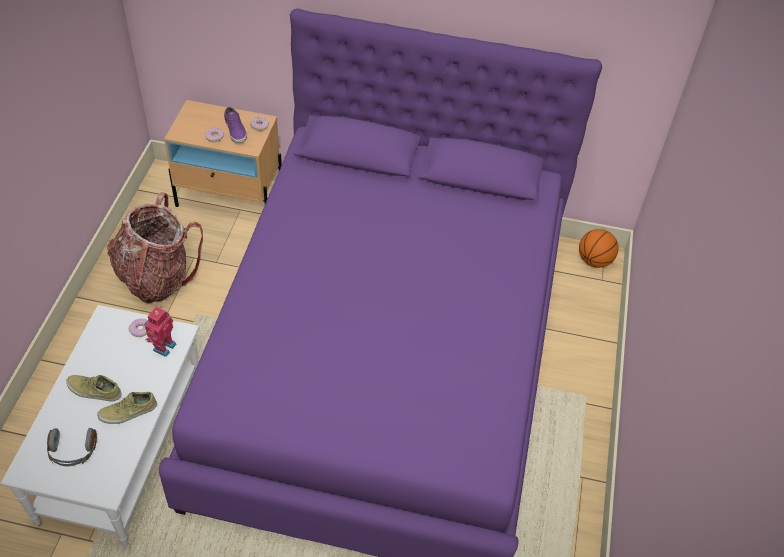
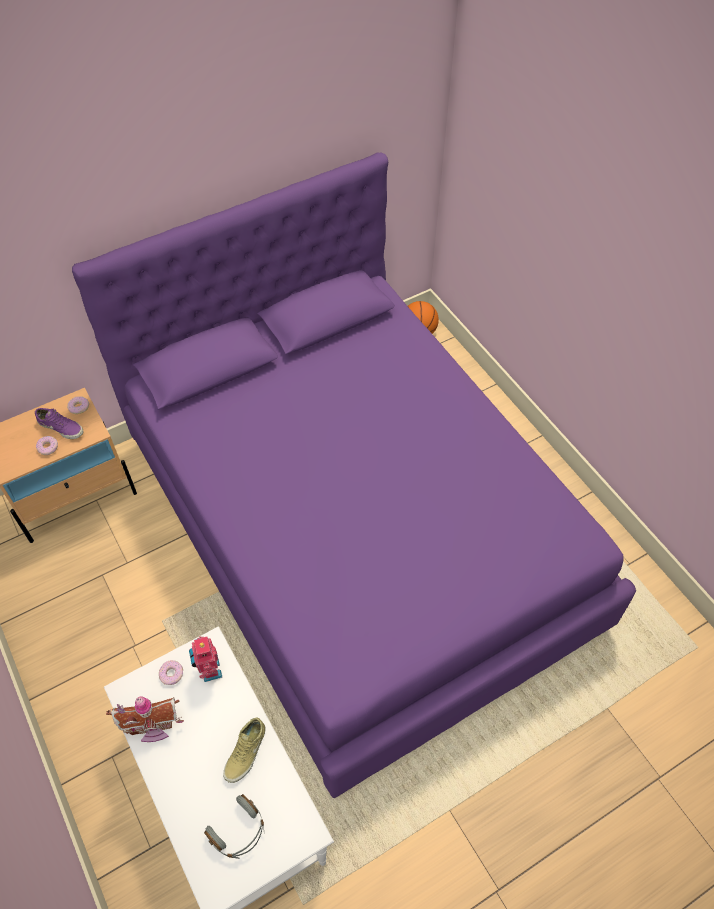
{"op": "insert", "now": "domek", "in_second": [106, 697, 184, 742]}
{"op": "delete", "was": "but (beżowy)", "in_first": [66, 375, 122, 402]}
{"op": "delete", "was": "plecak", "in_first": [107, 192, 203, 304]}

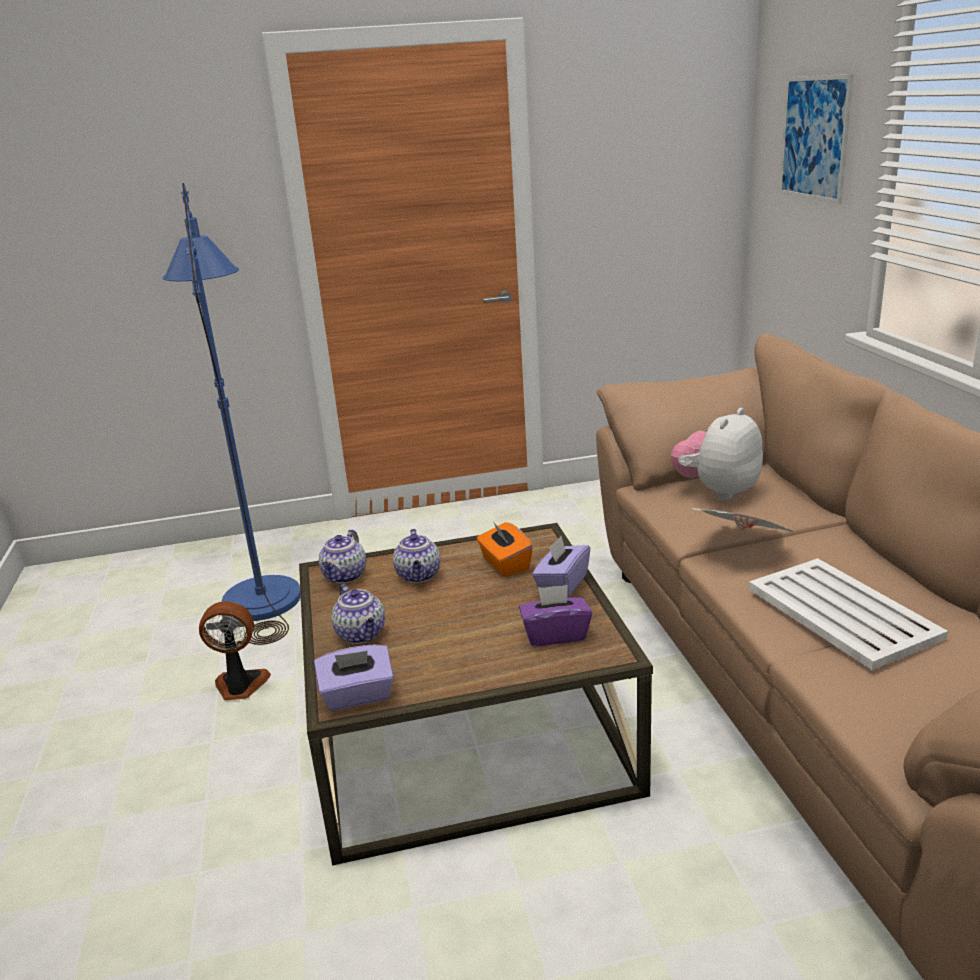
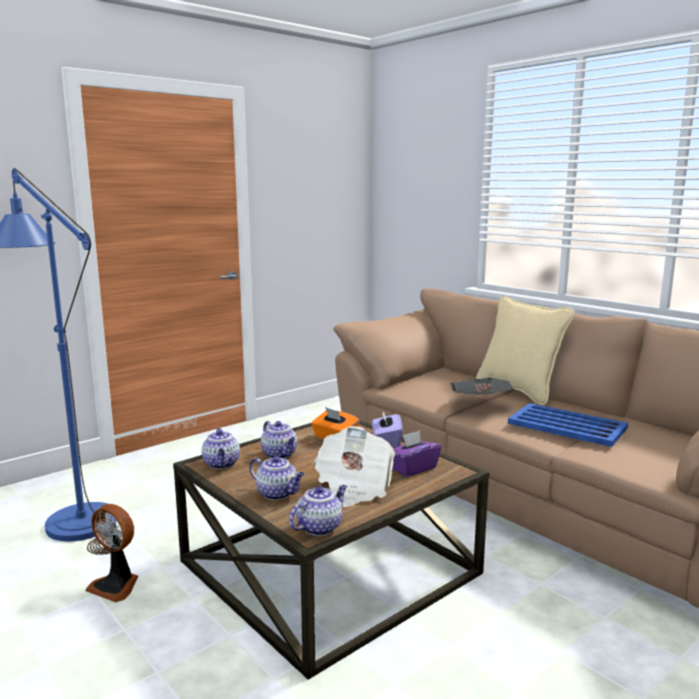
{"op": "rotate", "was": "wentylator", "in_first": [199, 601, 271, 700], "in_second": [85, 504, 138, 602], "clockwise": -120}
{"op": "replace", "was": "pudełko chusteczek (fioletowy)", "now": "imbryk", "in_first": [314, 645, 394, 711], "in_second": [289, 485, 347, 536]}
{"op": "insert", "now": "gazeta", "in_second": [314, 426, 395, 507]}
{"op": "insert", "now": "poduszka (beżowy)", "in_second": [476, 295, 574, 405]}
{"op": "recolor", "was": "taca (biały)", "now": "taca (niebieski)", "in_first": [749, 558, 948, 670], "in_second": [508, 403, 628, 447]}
{"op": "delete", "was": "pluszak", "in_first": [671, 408, 763, 500]}
{"op": "delete", "was": "obraz", "in_first": [779, 74, 854, 204]}

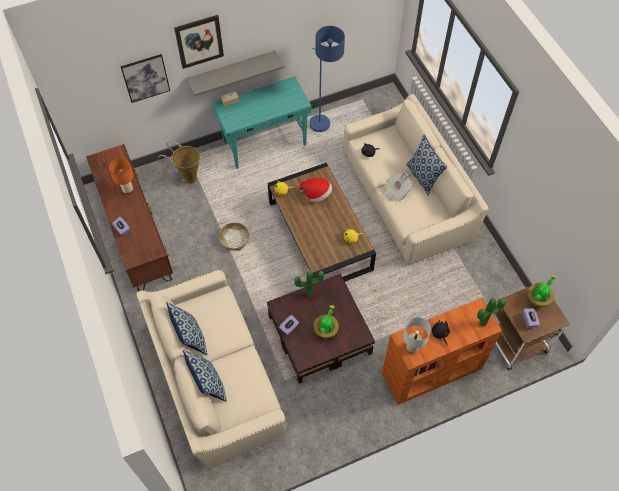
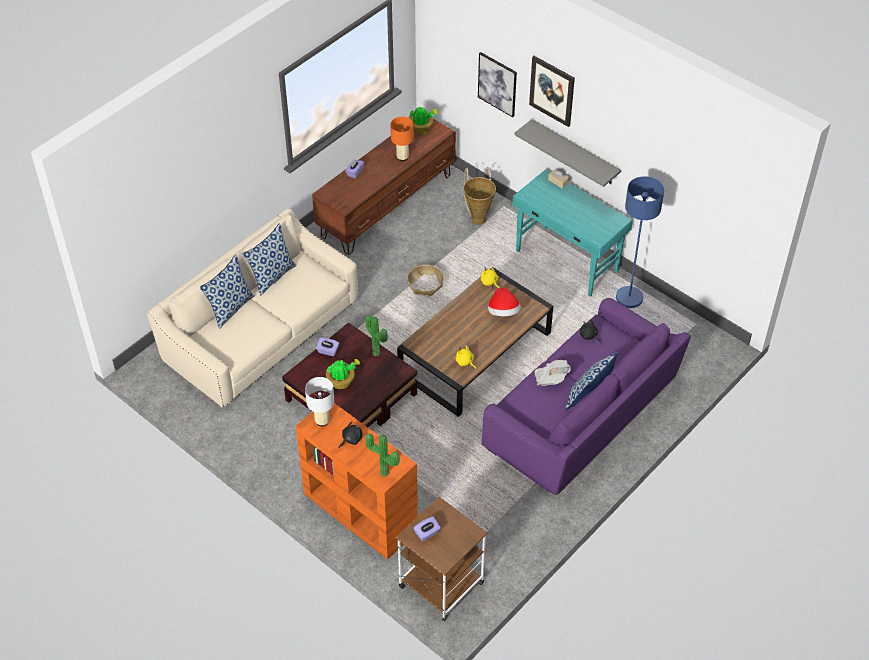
{"op": "move", "was": "roślina doniczkowa", "in_first": [528, 275, 556, 307], "in_second": [408, 107, 438, 134]}
{"op": "recolor", "was": "kanapa (beżowy)", "now": "kanapa (fioletowy)", "in_first": [343, 94, 489, 265], "in_second": [481, 298, 691, 495]}

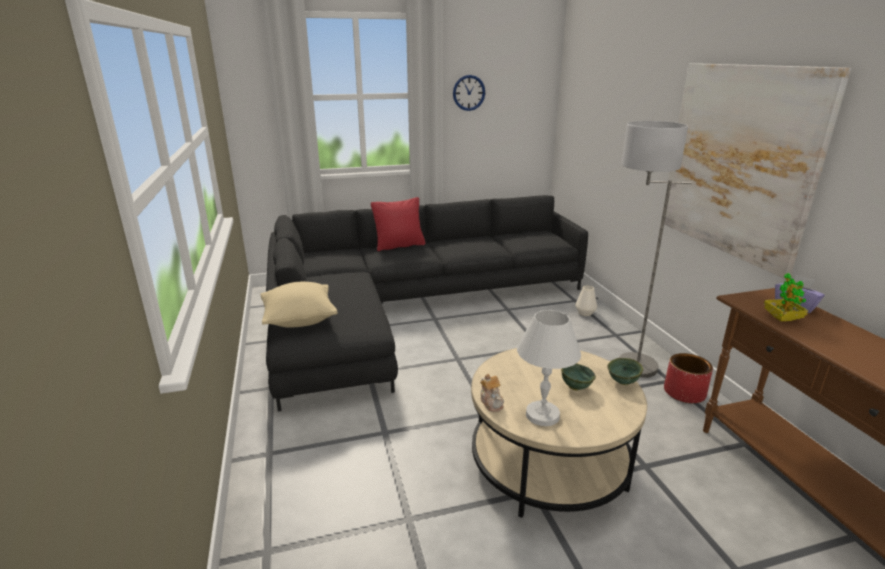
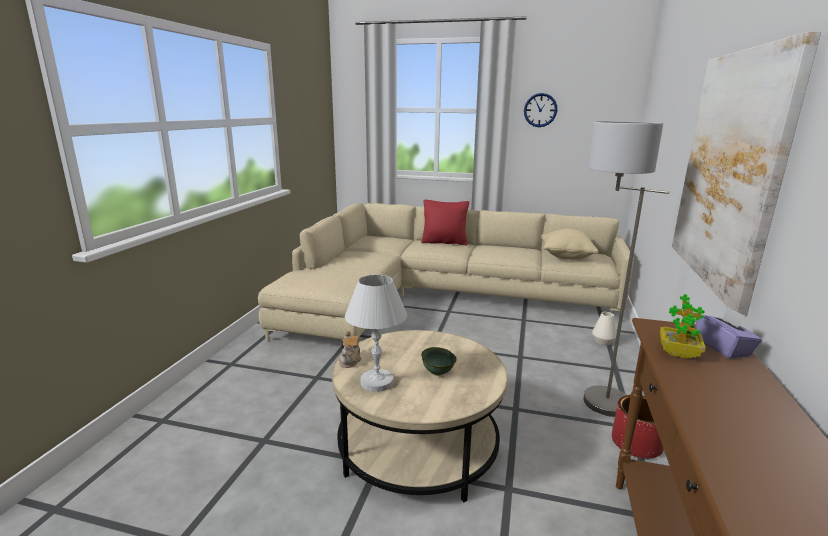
{"op": "recolor", "was": "kanapa (czarny)", "now": "kanapa (beżowy)", "in_first": [266, 195, 588, 411], "in_second": [258, 203, 634, 341]}
{"op": "move", "was": "poduszka (beżowy)", "in_first": [260, 282, 338, 328], "in_second": [541, 229, 598, 260]}
{"op": "delete", "was": "miska (zielony)", "in_first": [607, 358, 643, 385]}

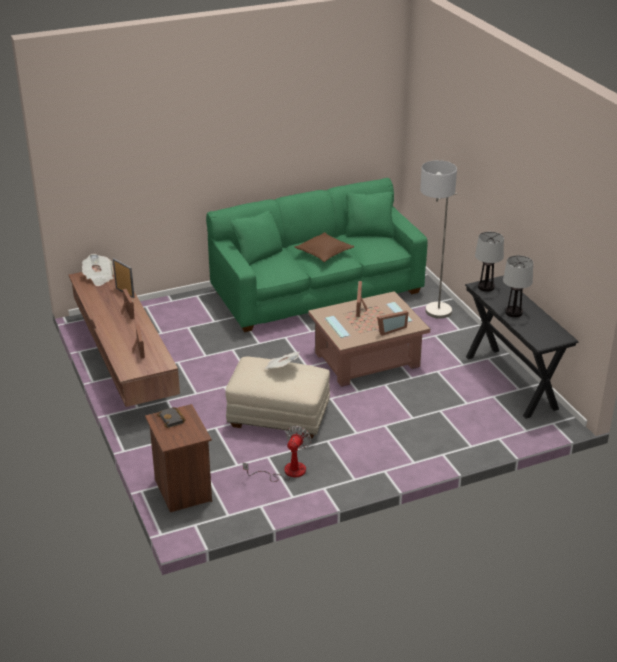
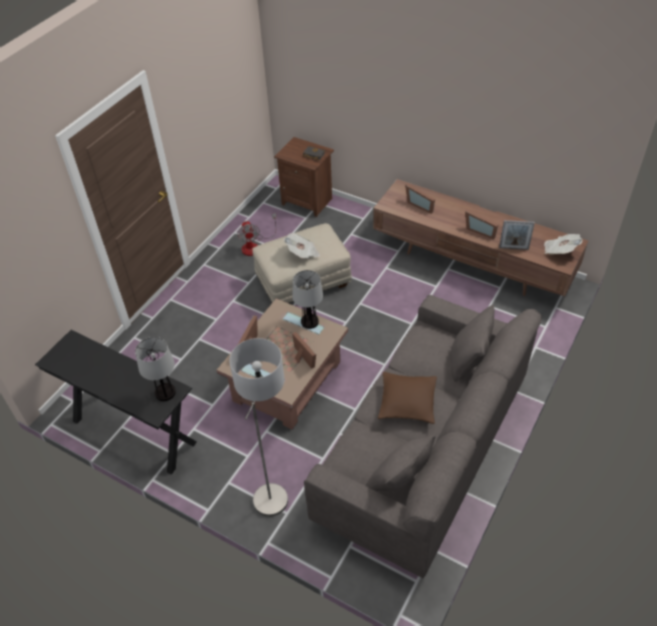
{"op": "move", "was": "lampa stołowa", "in_first": [503, 255, 533, 317], "in_second": [292, 270, 323, 329]}
{"op": "recolor", "was": "kanapa (zielony)", "now": "kanapa (szary)", "in_first": [206, 178, 428, 332], "in_second": [304, 295, 542, 578]}

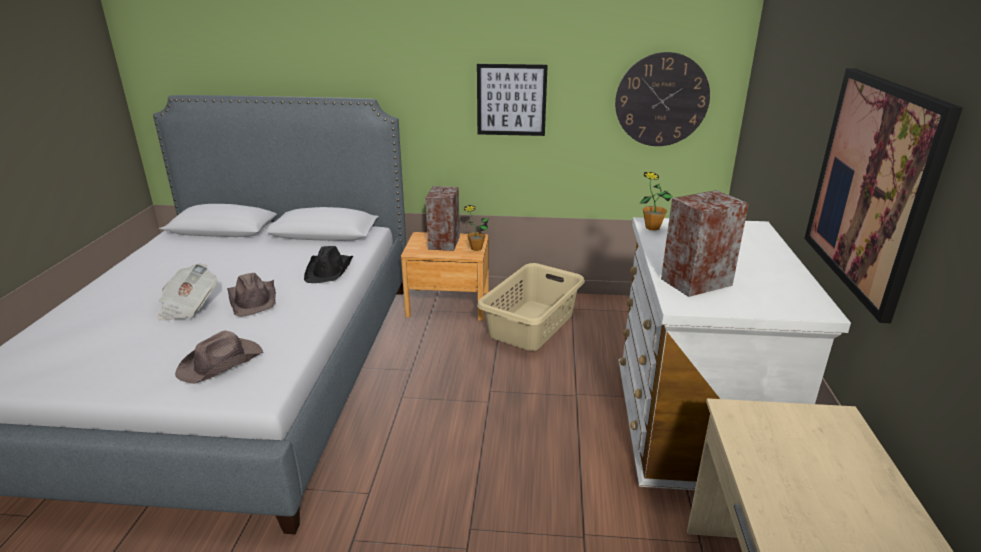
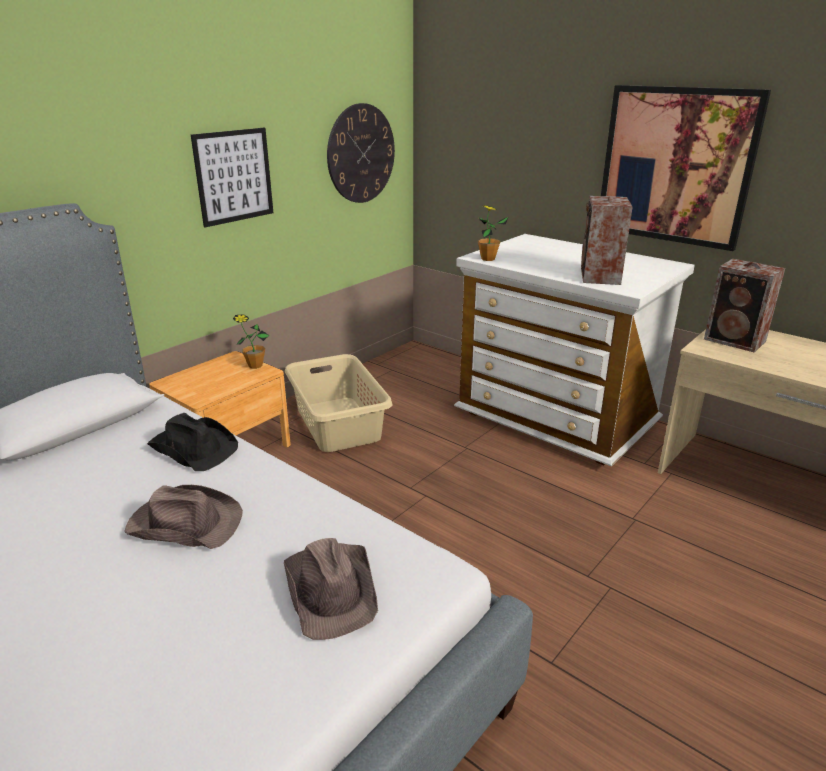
{"op": "move", "was": "głośnik", "in_first": [426, 186, 460, 251], "in_second": [704, 259, 785, 352]}
{"op": "delete", "was": "gazeta", "in_first": [157, 264, 217, 321]}

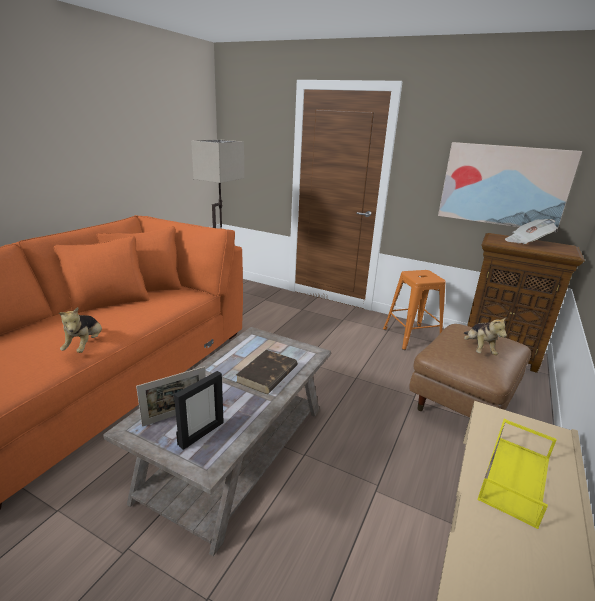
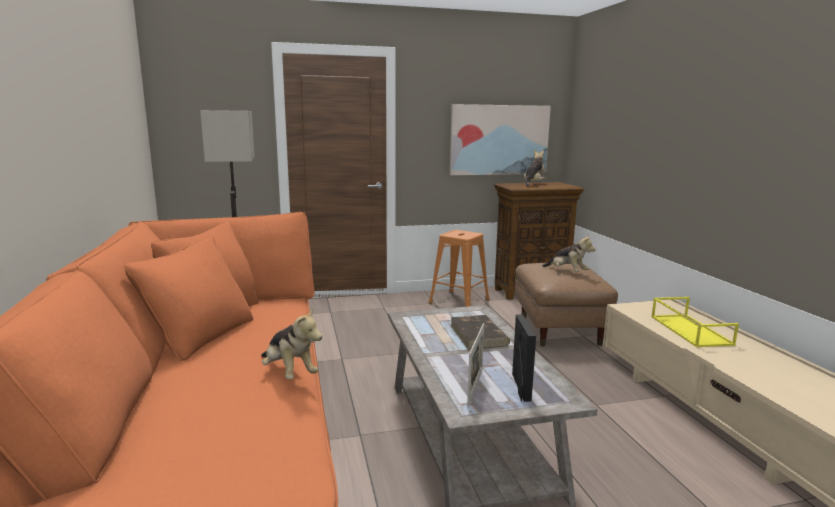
{"op": "replace", "was": "gazeta", "now": "pluszak", "in_first": [505, 219, 557, 244], "in_second": [524, 150, 547, 187]}

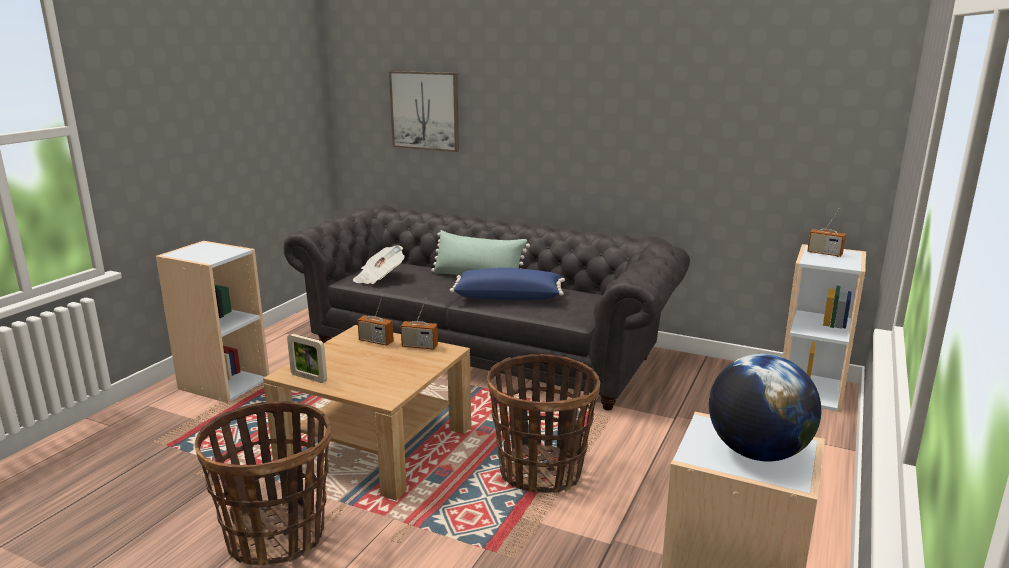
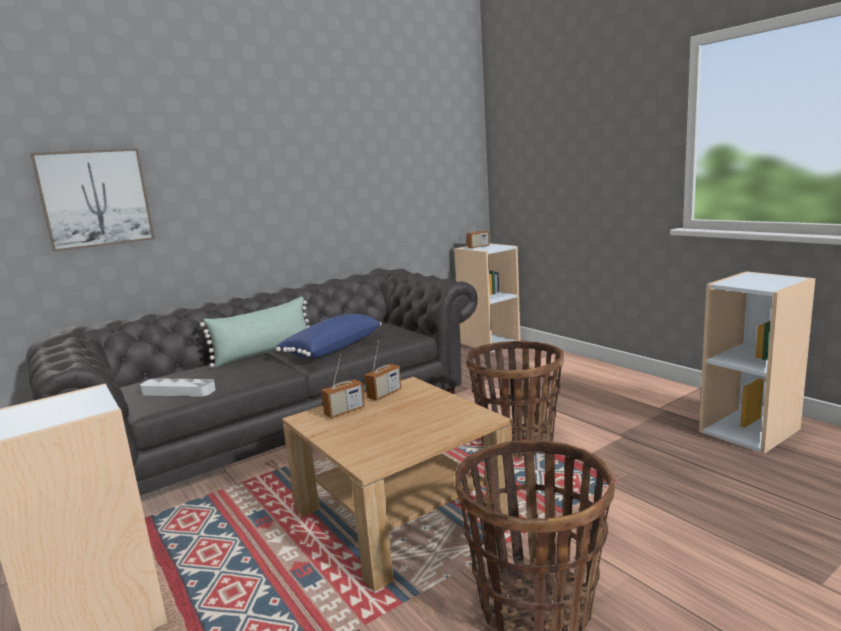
{"op": "replace", "was": "gazeta", "now": "taca (szary)", "in_first": [353, 245, 404, 284], "in_second": [140, 378, 216, 397]}
{"op": "delete", "was": "ramka na zdjęcie", "in_first": [287, 334, 327, 383]}
{"op": "delete", "was": "globus", "in_first": [709, 354, 821, 462]}

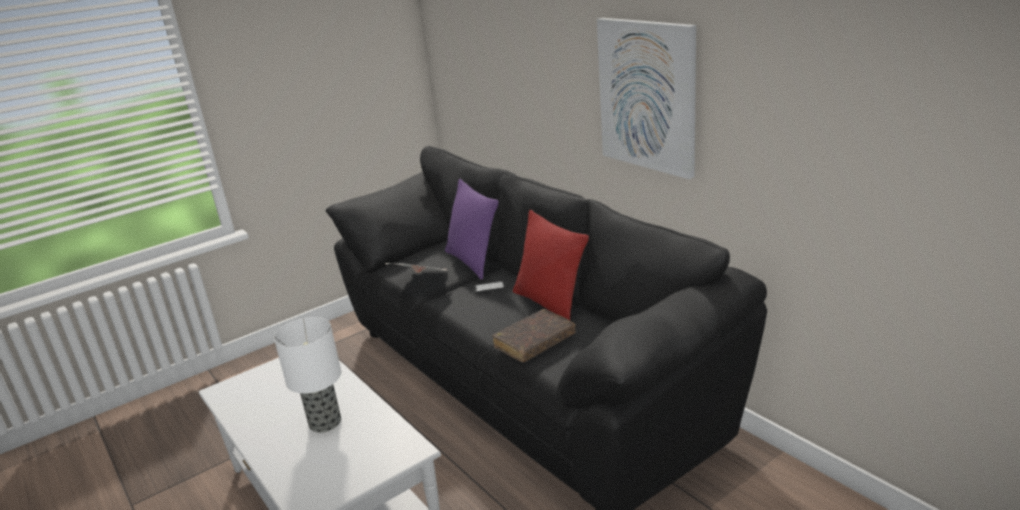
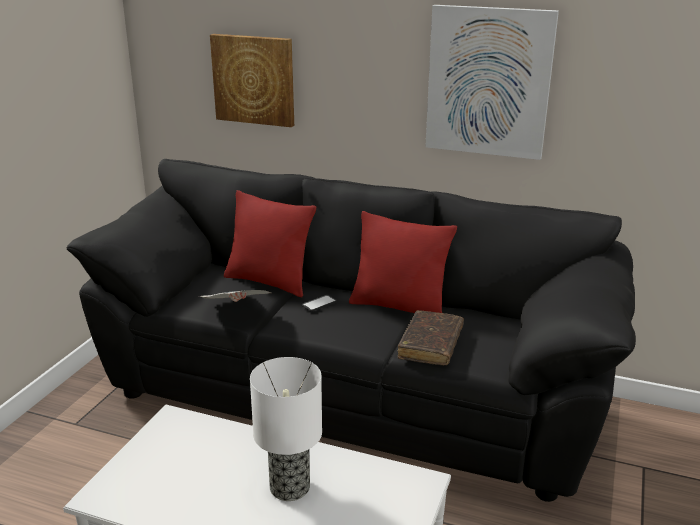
{"op": "insert", "now": "obraz", "in_second": [210, 34, 294, 127]}
{"op": "recolor", "was": "poduszka (fioletowy)", "now": "poduszka (czerwony)", "in_first": [445, 178, 498, 279], "in_second": [224, 190, 316, 297]}

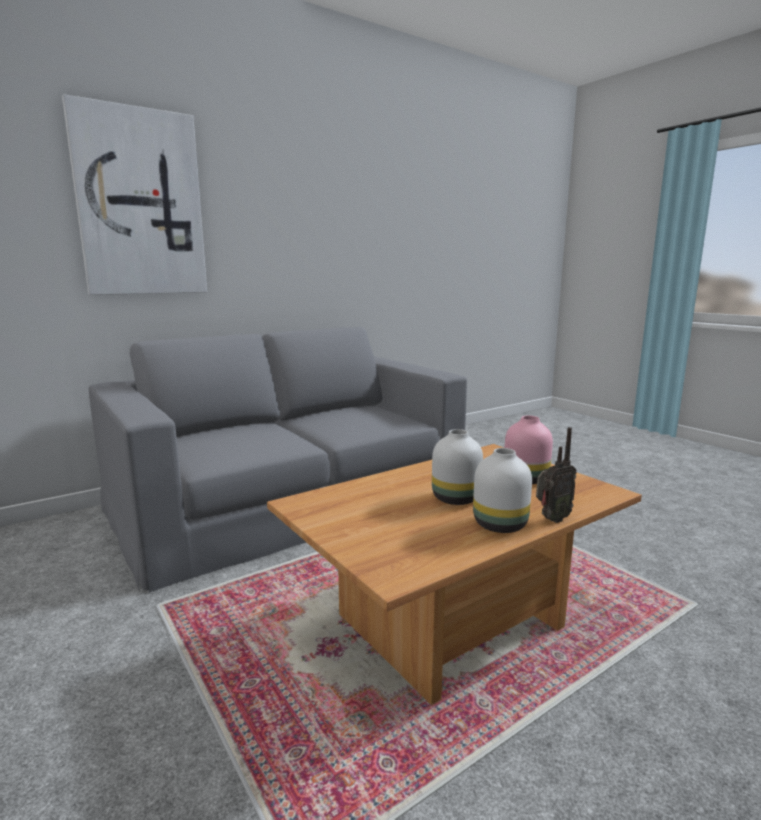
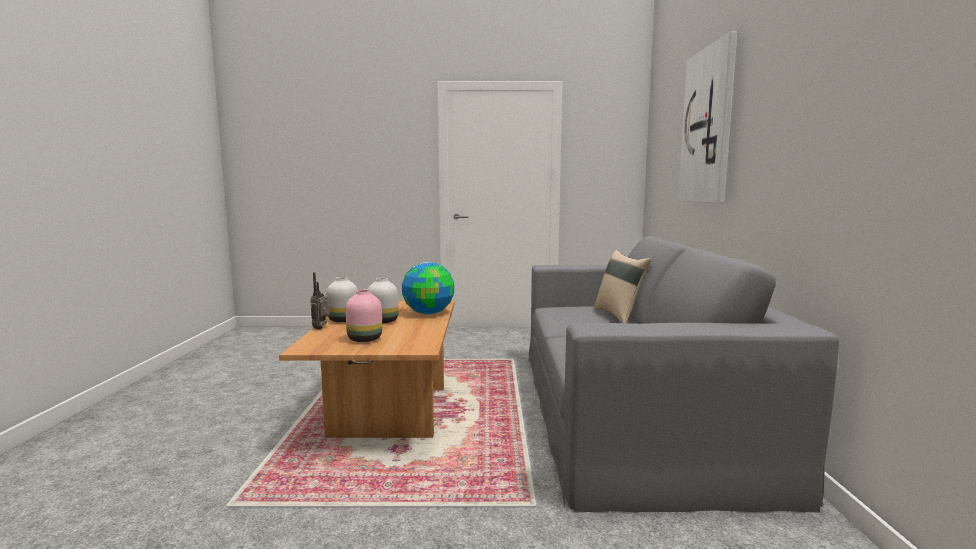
{"op": "insert", "now": "globus", "in_second": [402, 262, 454, 315]}
{"op": "insert", "now": "poduszka (beżowy)", "in_second": [594, 250, 651, 323]}

